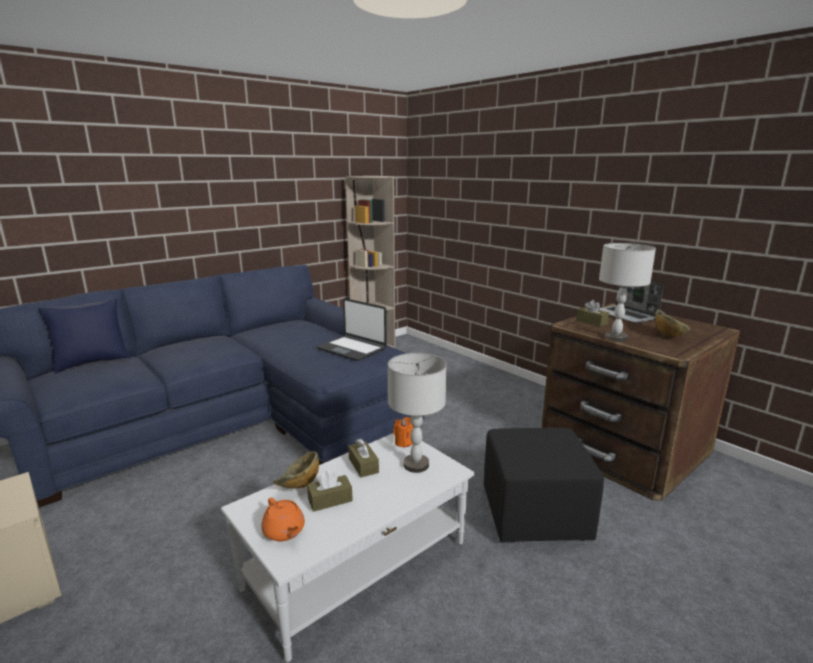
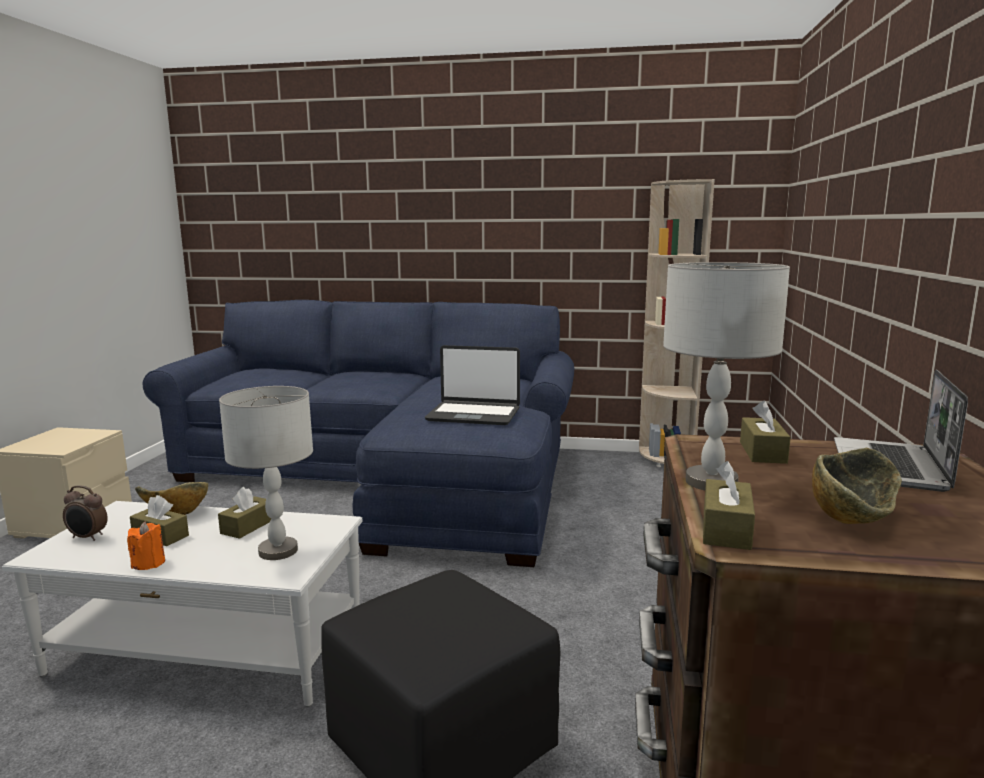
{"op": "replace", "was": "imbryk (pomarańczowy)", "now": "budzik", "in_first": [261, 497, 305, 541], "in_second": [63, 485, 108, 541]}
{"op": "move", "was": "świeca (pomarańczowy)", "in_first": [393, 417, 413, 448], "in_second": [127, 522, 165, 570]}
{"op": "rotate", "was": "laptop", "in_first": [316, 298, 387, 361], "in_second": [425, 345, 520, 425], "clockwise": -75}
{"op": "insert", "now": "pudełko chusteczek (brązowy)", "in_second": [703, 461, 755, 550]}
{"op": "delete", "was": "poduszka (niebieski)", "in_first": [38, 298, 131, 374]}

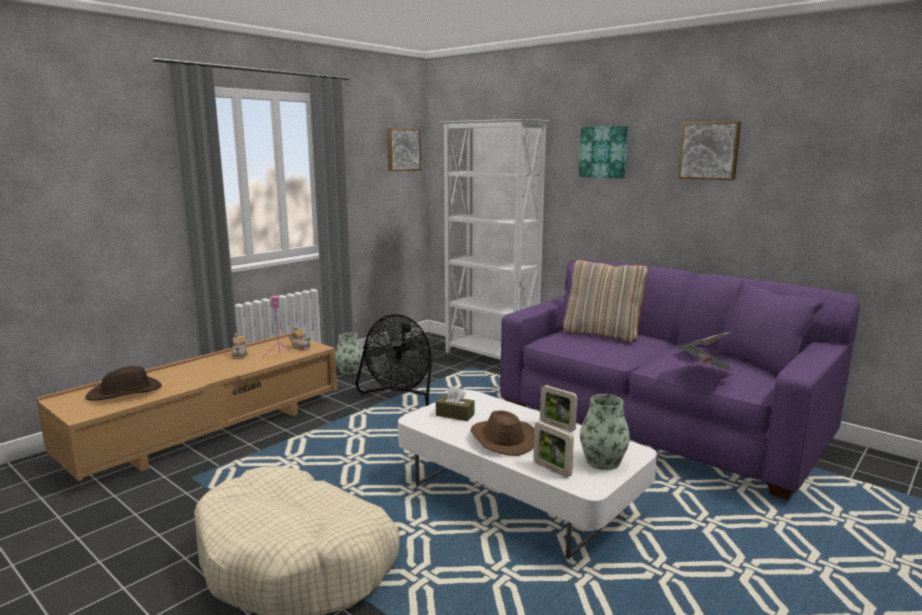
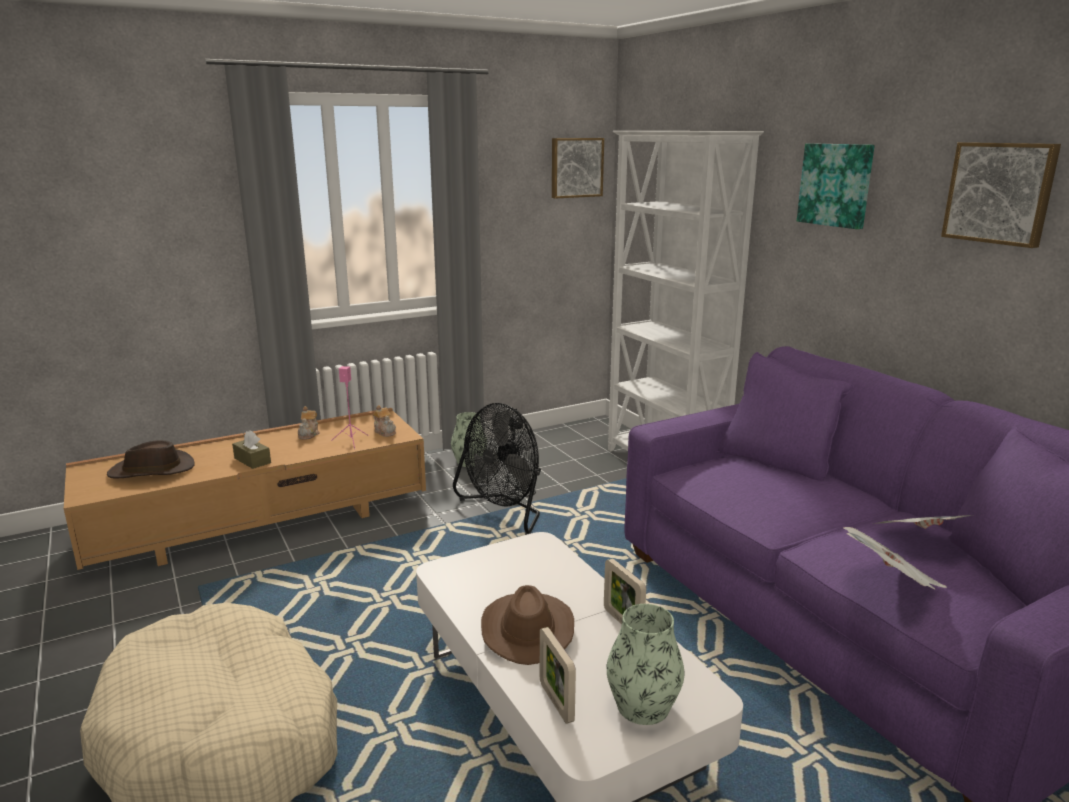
{"op": "move", "was": "pudełko chusteczek (brązowy)", "in_first": [436, 387, 475, 421], "in_second": [232, 430, 271, 469]}
{"op": "delete", "was": "poduszka (beżowy)", "in_first": [563, 259, 649, 342]}

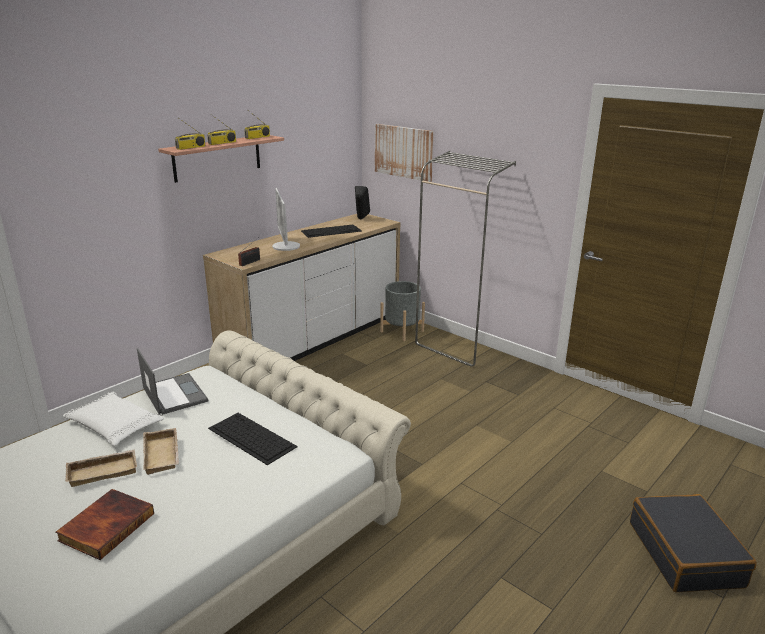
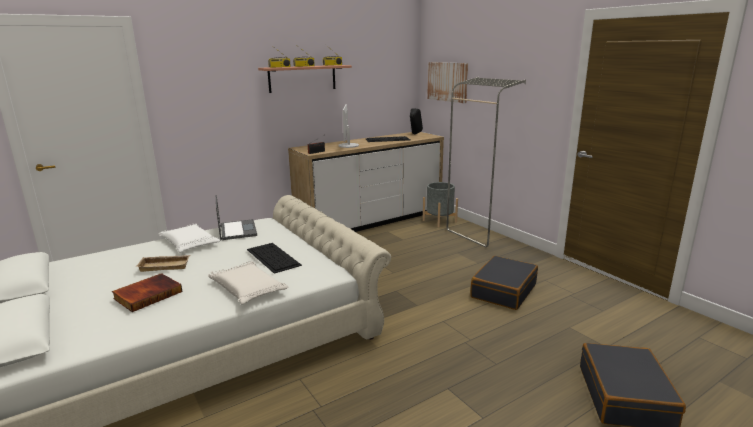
{"op": "insert", "now": "poduszka (biały)", "in_second": [208, 261, 288, 305]}
{"op": "insert", "now": "walizka (czarny)", "in_second": [470, 256, 538, 310]}
{"op": "delete", "was": "taca (beżowy)", "in_first": [143, 428, 179, 475]}

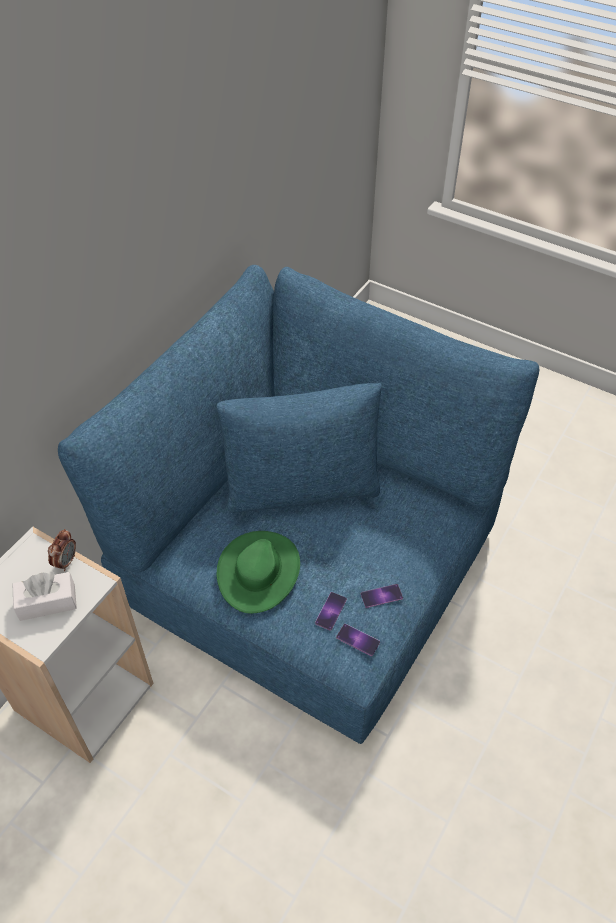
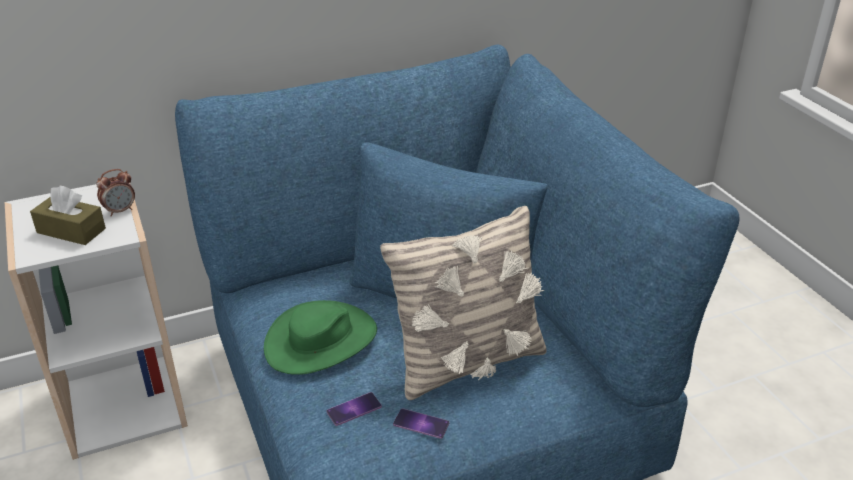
{"op": "recolor", "was": "pudełko chusteczek (biały)", "now": "pudełko chusteczek (brązowy)", "in_first": [13, 572, 77, 621], "in_second": [30, 186, 106, 245]}
{"op": "insert", "now": "poduszka (beżowy)", "in_second": [380, 206, 547, 400]}
{"op": "delete", "was": "telefon", "in_first": [336, 624, 380, 656]}

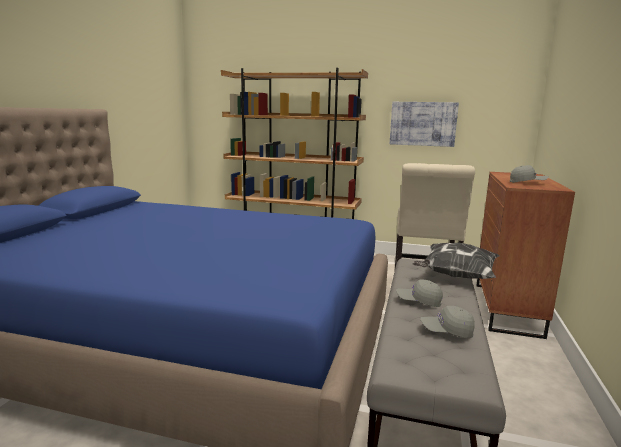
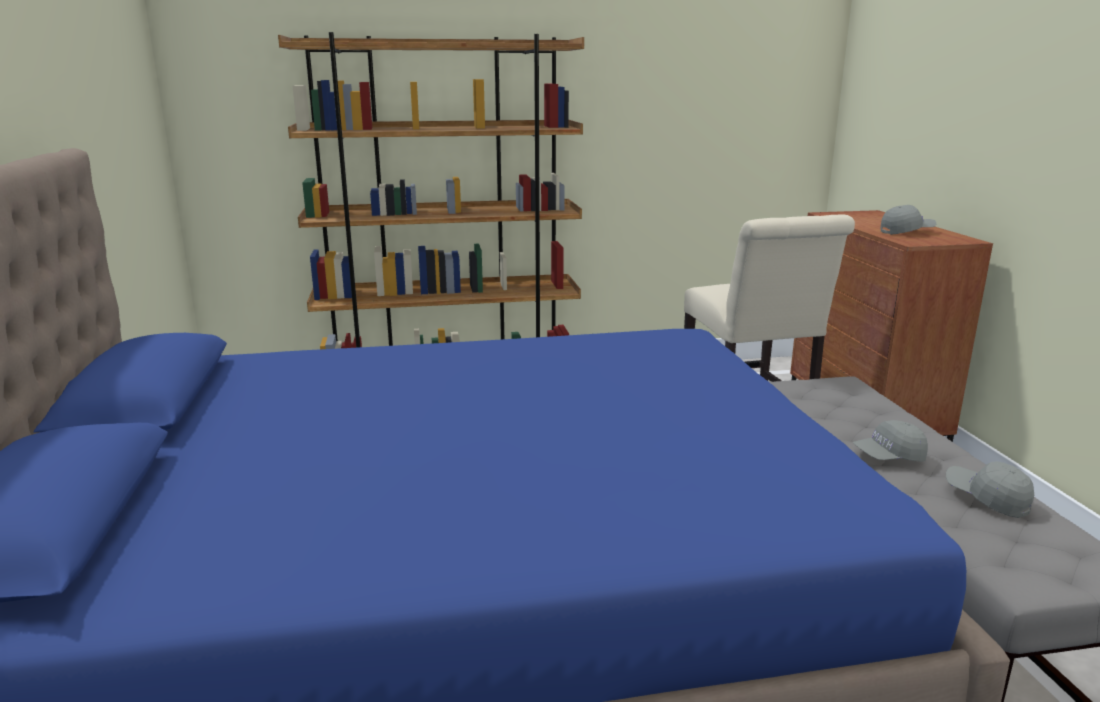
{"op": "rotate", "was": "czapka z daszkiem (szary)", "in_first": [420, 306, 475, 338], "in_second": [946, 461, 1034, 518], "clockwise": 75}
{"op": "delete", "was": "obraz", "in_first": [390, 102, 459, 147]}
{"op": "delete", "was": "poduszka", "in_first": [413, 242, 499, 279]}

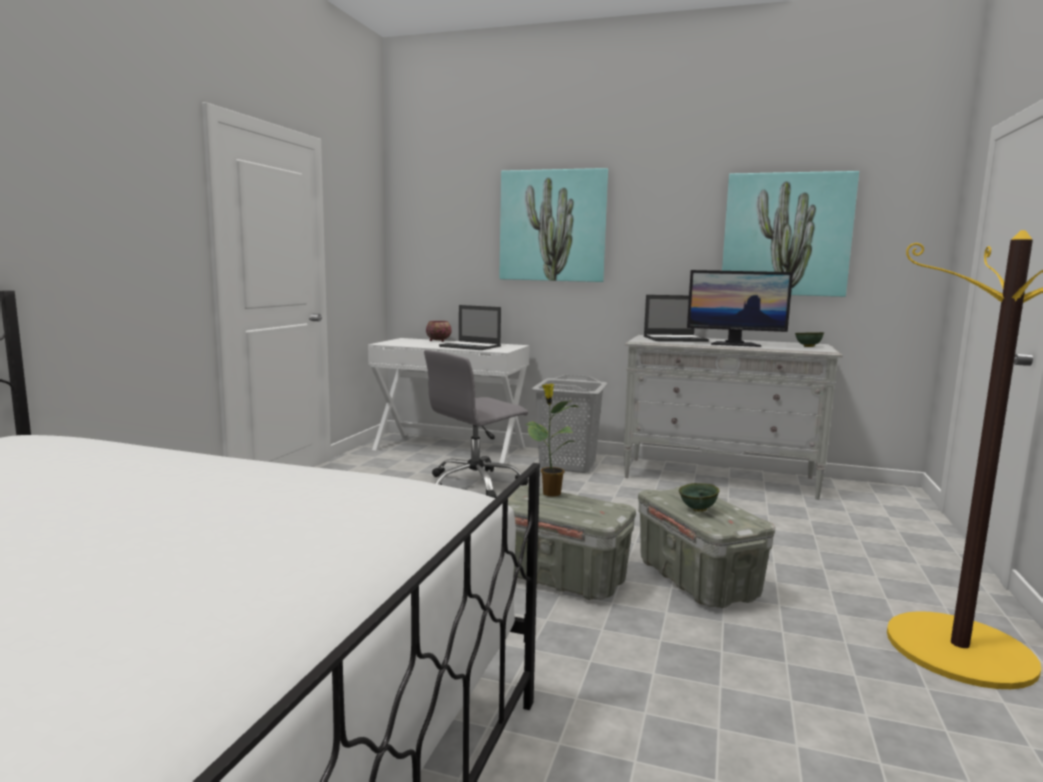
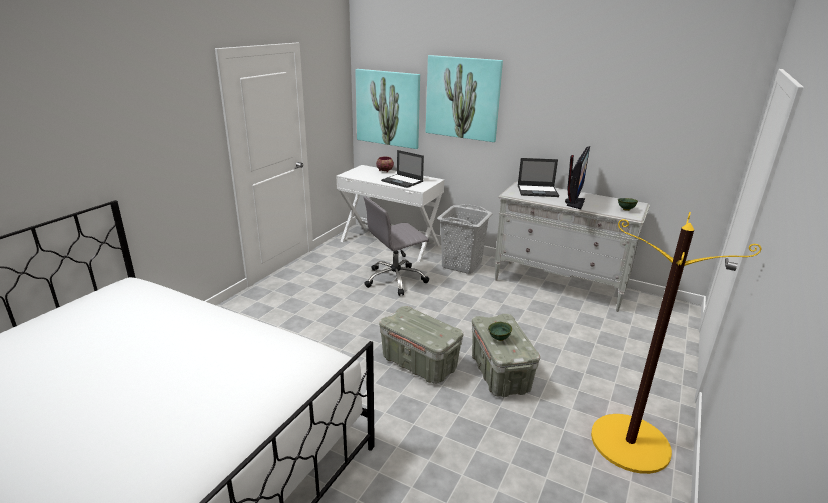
{"op": "move", "was": "obraz", "in_first": [722, 171, 859, 297], "in_second": [355, 69, 420, 149]}
{"op": "rotate", "was": "monitor", "in_first": [687, 270, 793, 347], "in_second": [565, 146, 590, 209], "clockwise": -90}
{"op": "delete", "was": "roślina doniczkowa", "in_first": [525, 384, 578, 497]}

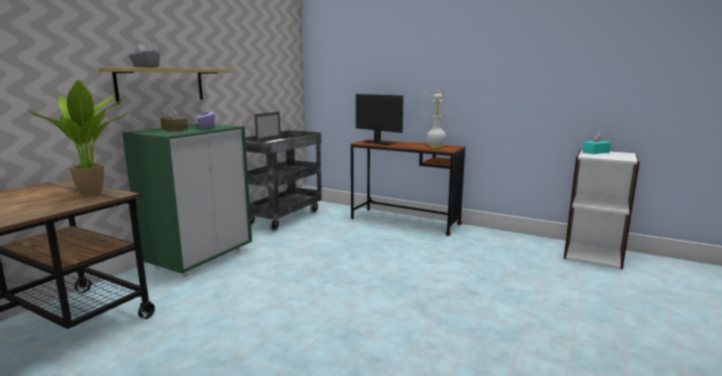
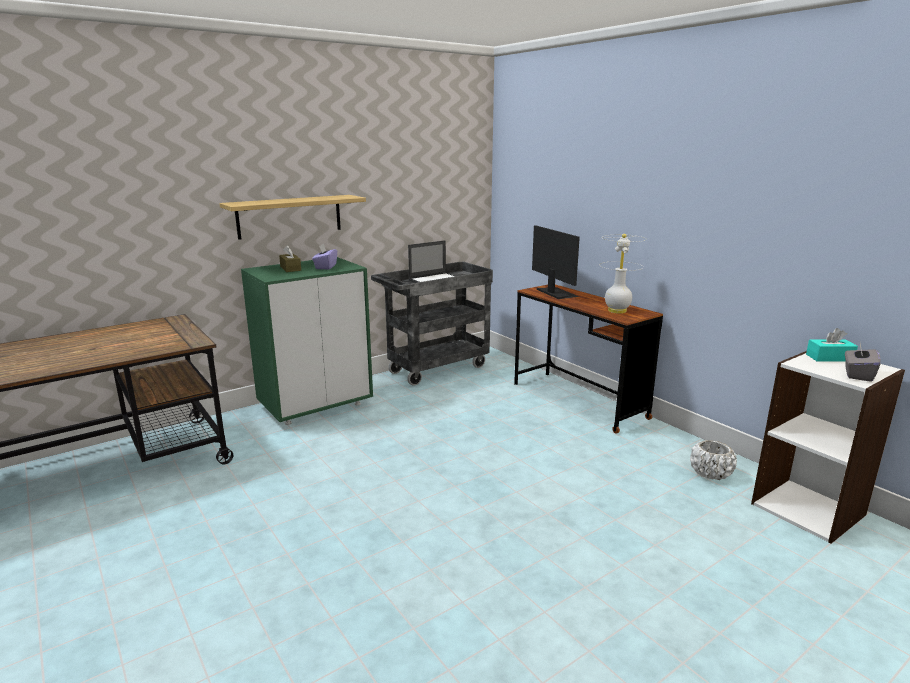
{"op": "insert", "now": "donica (biały)", "in_second": [690, 440, 737, 480]}
{"op": "move", "was": "pudełko chusteczek (szary)", "in_first": [129, 44, 160, 68], "in_second": [845, 343, 881, 382]}
{"op": "delete", "was": "roślina doniczkowa", "in_first": [28, 80, 128, 195]}

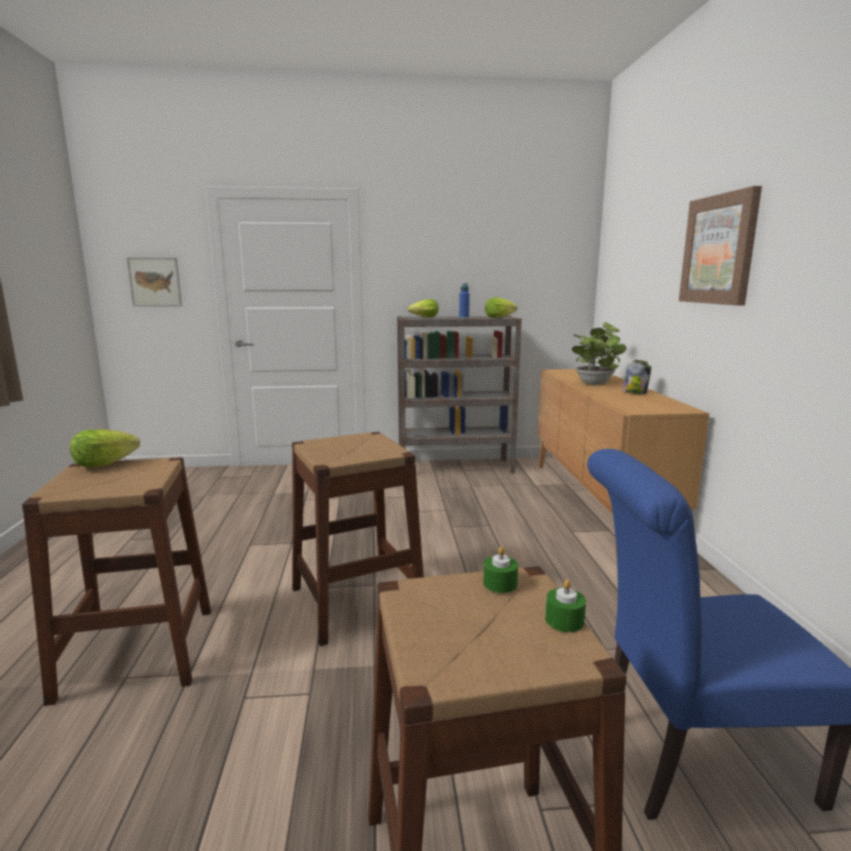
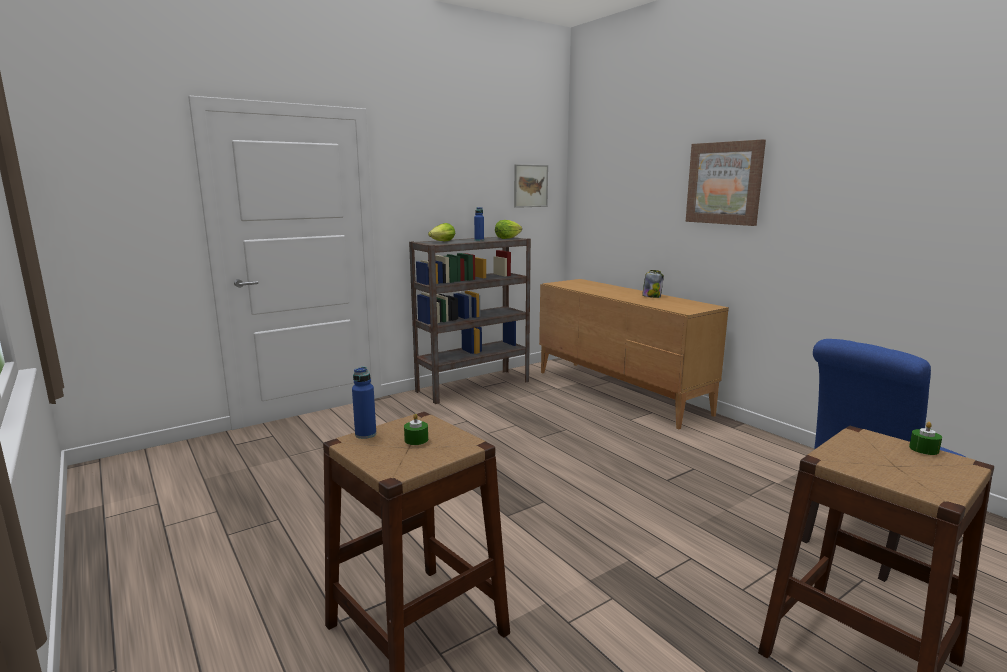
{"op": "replace", "was": "sałata", "now": "butelka (niebieski)", "in_first": [70, 429, 140, 468], "in_second": [352, 367, 376, 439]}
{"op": "move", "was": "świeca (zielony)", "in_first": [483, 546, 518, 593], "in_second": [404, 414, 428, 445]}
{"op": "move", "was": "obraz", "in_first": [127, 258, 182, 306], "in_second": [514, 164, 548, 208]}
{"op": "delete", "was": "stołek (brązowy)", "in_first": [292, 432, 424, 646]}
{"op": "delete", "was": "roślina doniczkowa", "in_first": [572, 322, 626, 385]}

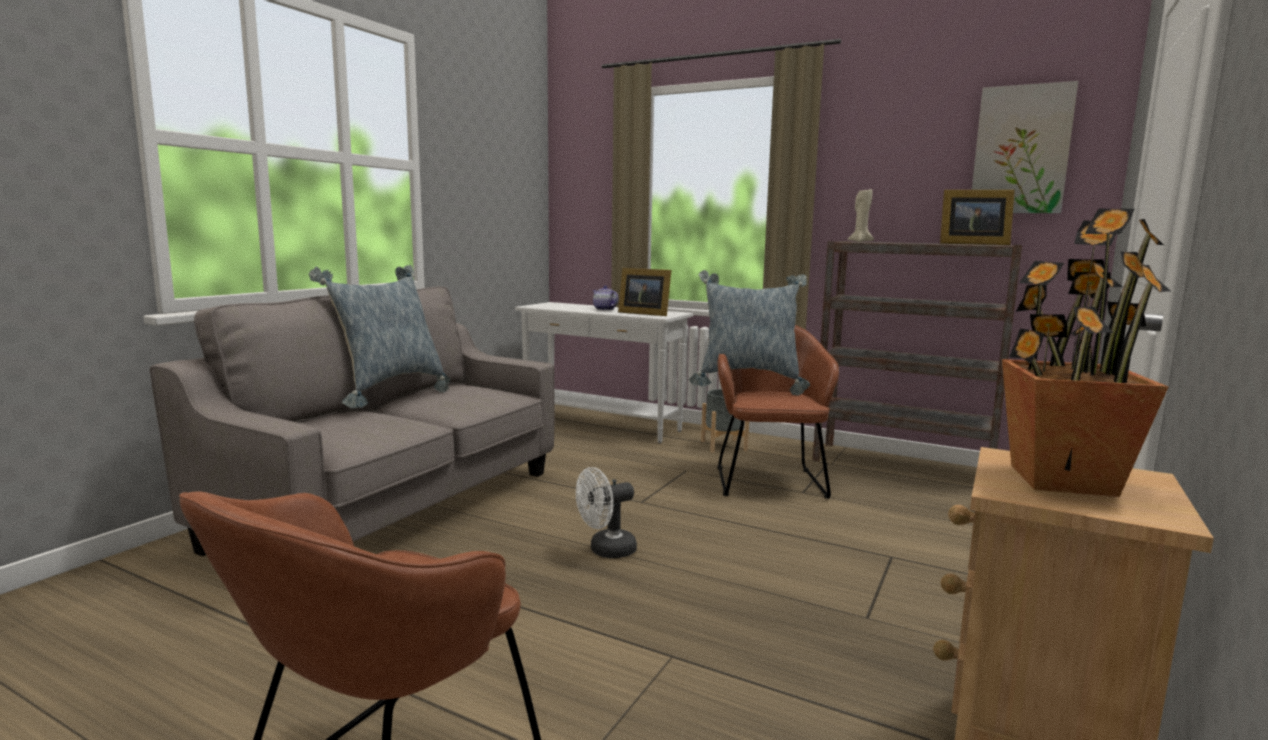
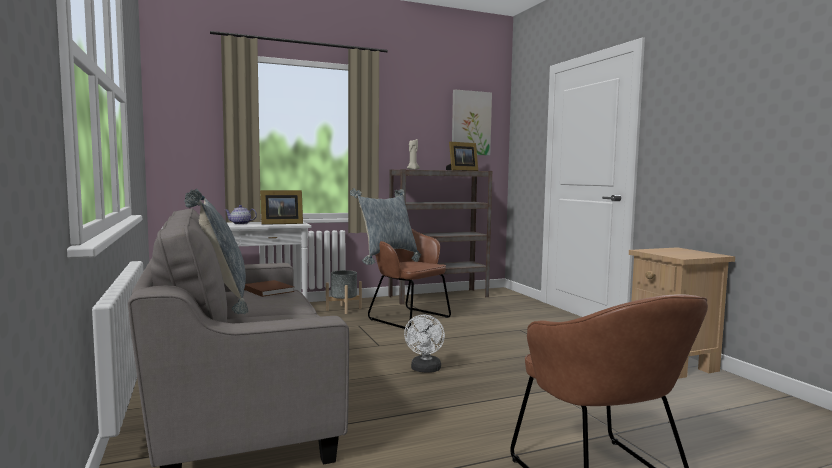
{"op": "insert", "now": "książka (brązowy)", "in_second": [244, 280, 295, 297]}
{"op": "delete", "was": "roślina doniczkowa", "in_first": [1002, 208, 1171, 497]}

